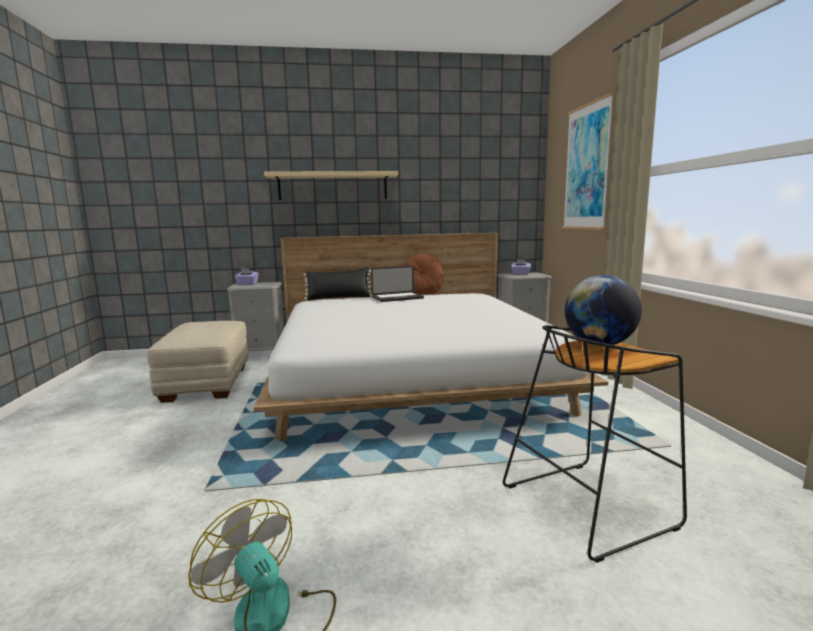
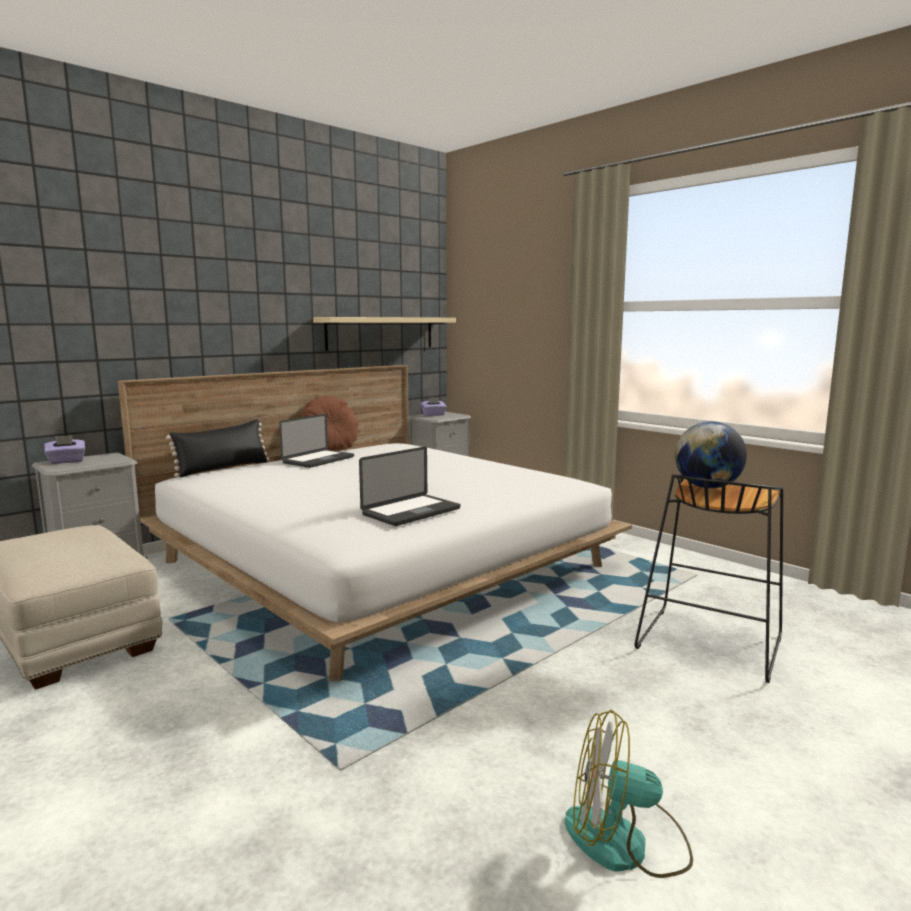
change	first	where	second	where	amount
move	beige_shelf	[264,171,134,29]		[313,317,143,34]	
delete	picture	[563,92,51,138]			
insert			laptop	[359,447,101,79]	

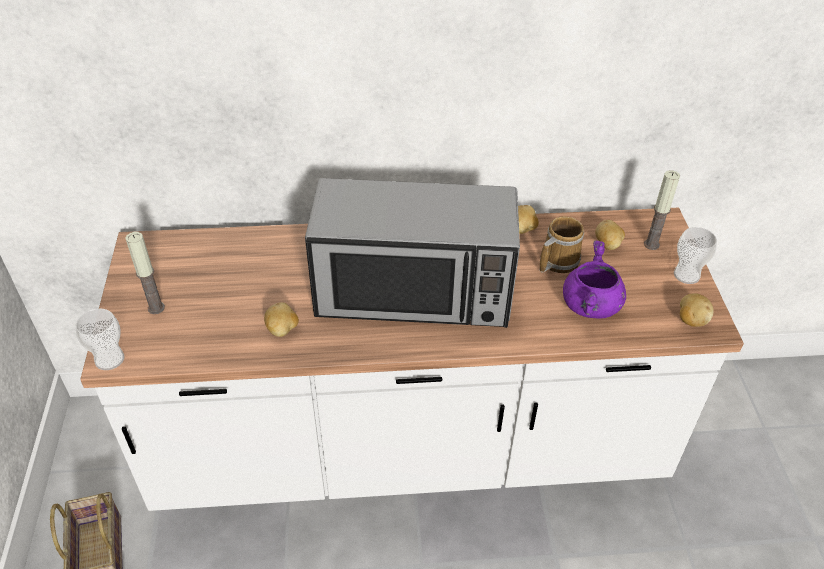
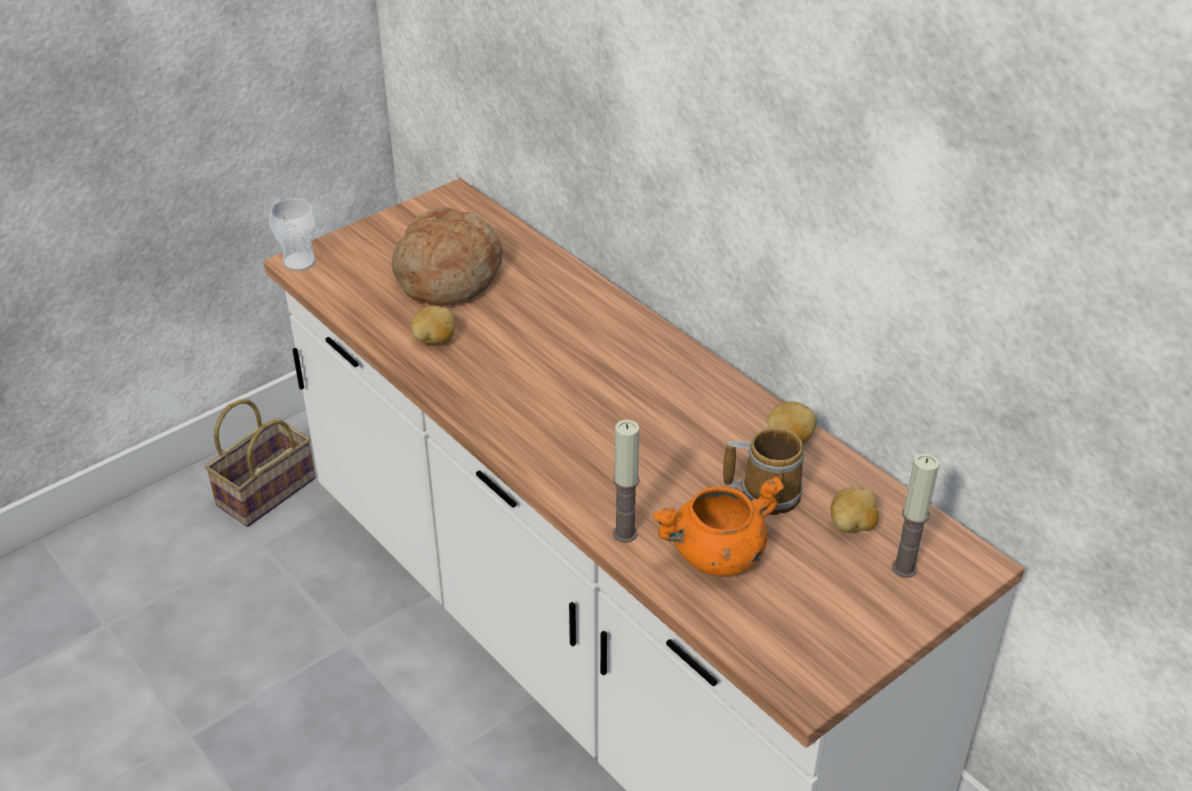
change	first	where	second	where	amount
move	candle	[126,232,39,82]		[613,420,26,123]	
delete	microwave	[305,178,215,150]			
recolor	purple_cooking_pot	[563,240,63,79]	orange_cooking_pot	[653,476,131,100]	
delete	cup	[674,227,43,57]			
delete	potato	[680,293,34,34]			
insert			bread	[391,207,112,99]	

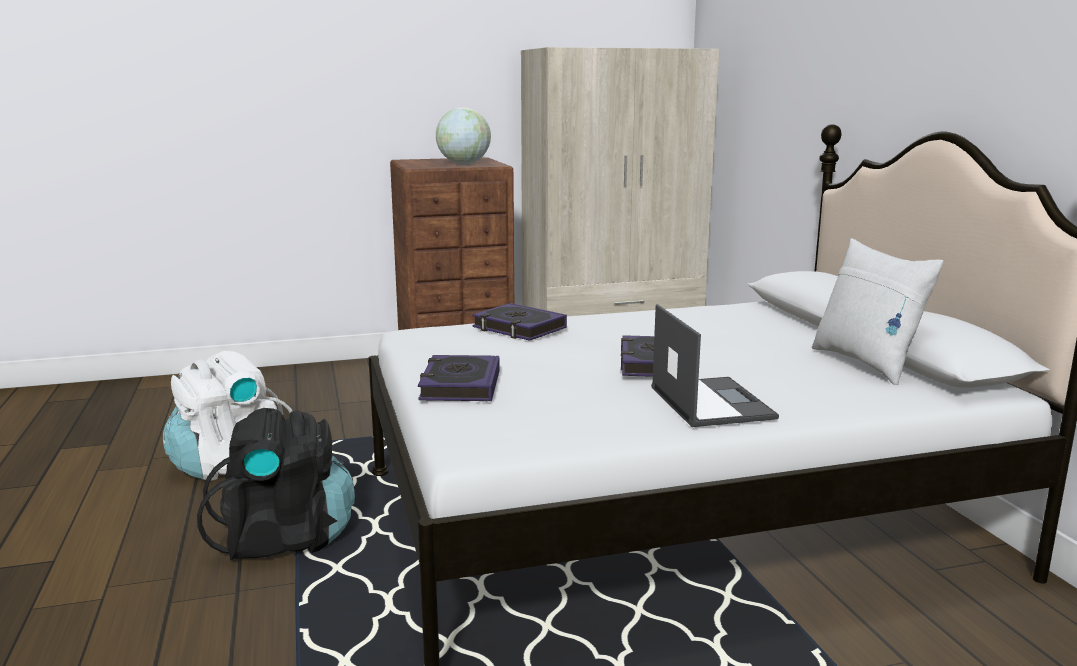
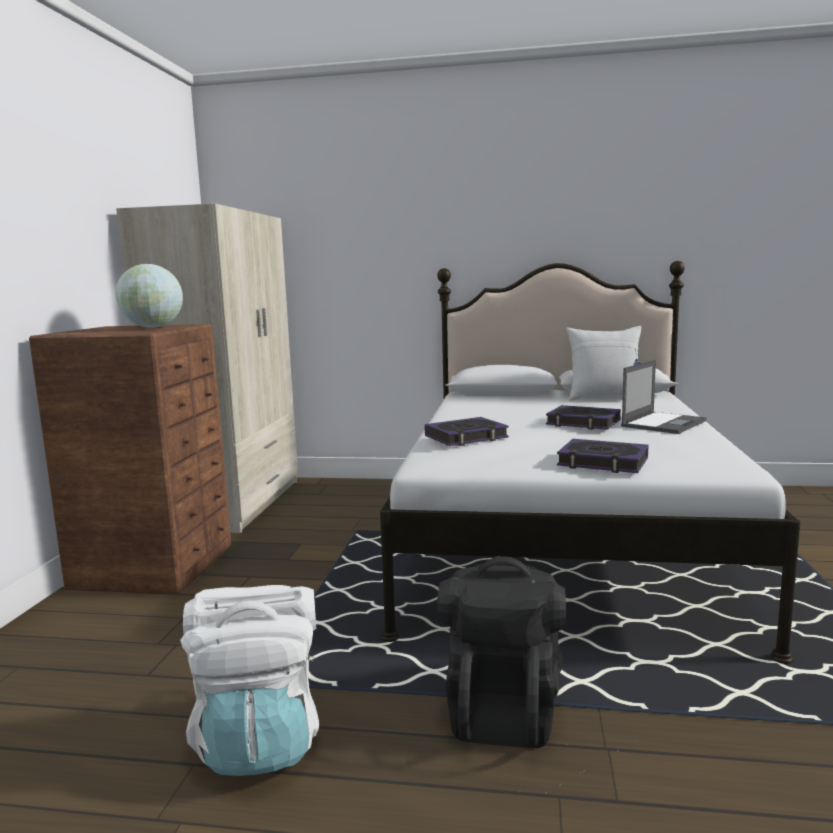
change	first	where	second	where	amount
rotate	laptop	[651,304,128,123]		[621,360,85,74]	120 degrees clockwise

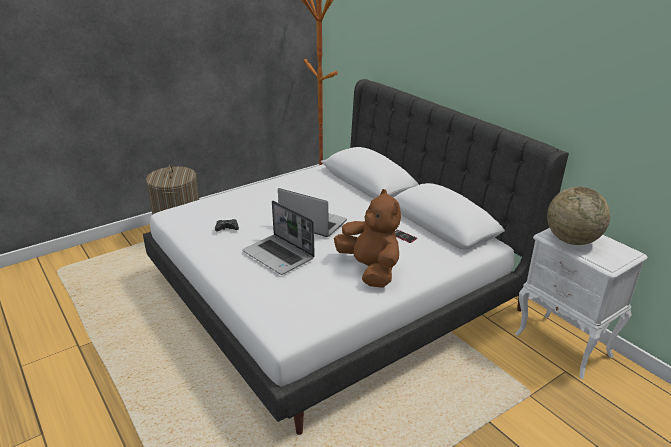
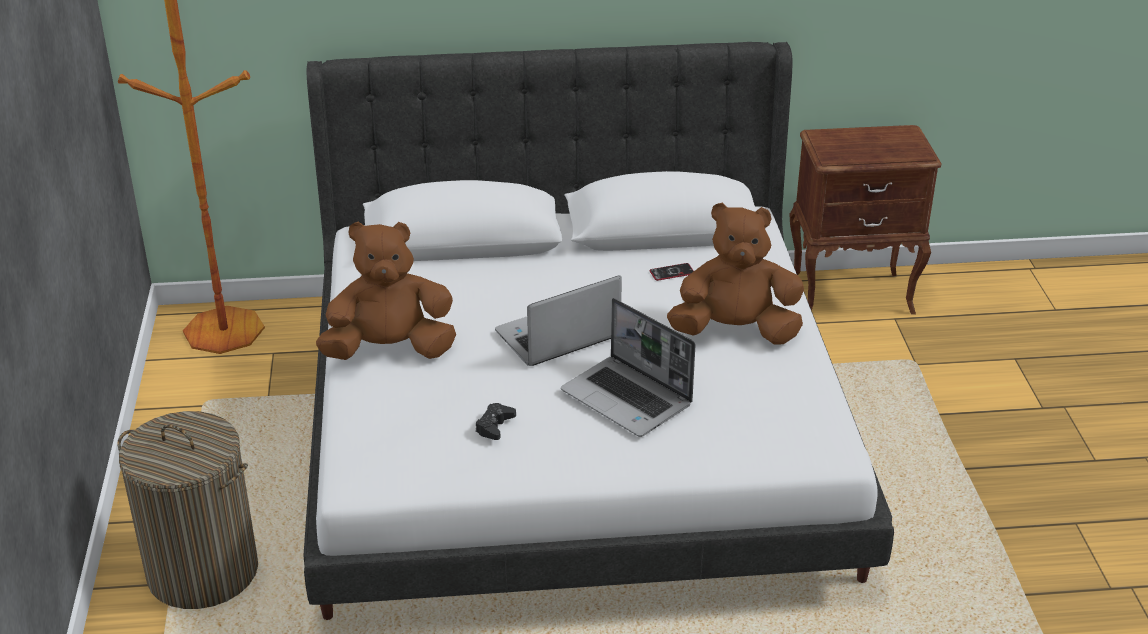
change	first	where	second	where	amount
rotate	laptop	[243,200,72,75]		[561,298,135,139]	60 degrees clockwise
recolor	white_nightstand	[515,228,132,151]	brown_nightstand	[789,125,152,190]	
delete	globe	[547,187,63,58]			
insert			brown_plush_toy	[316,222,140,138]	

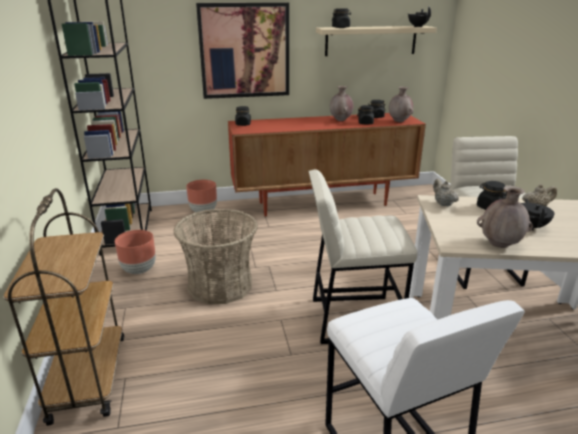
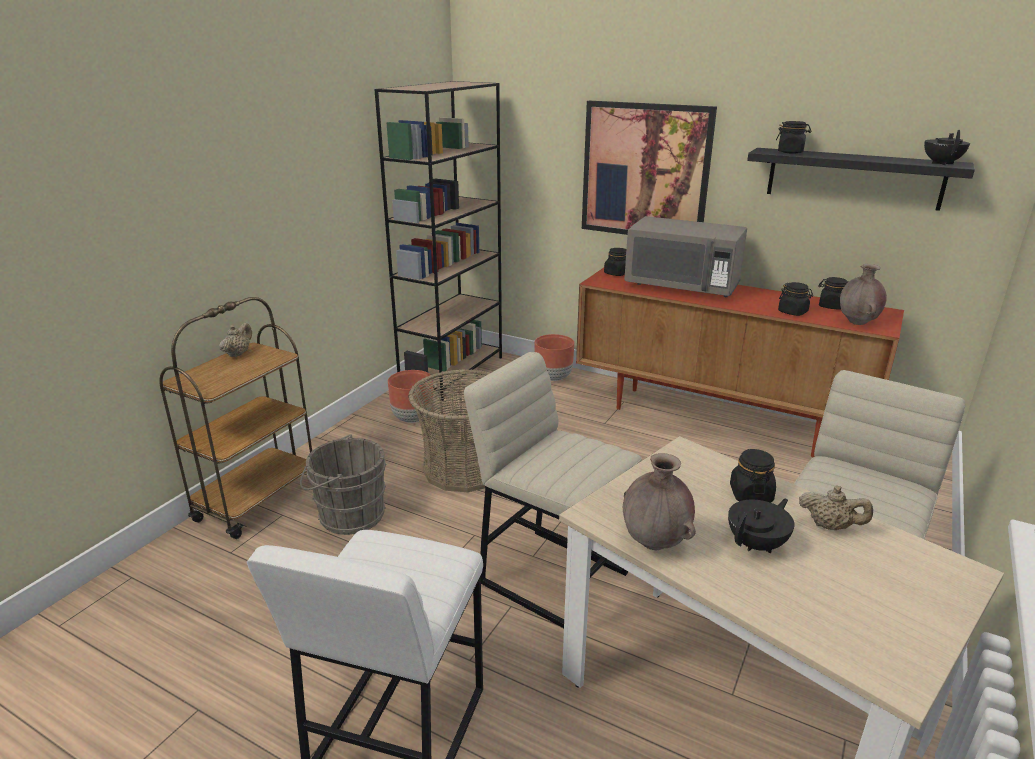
change	first	where	second	where	amount
recolor	beige_shelf	[316,26,121,30]	black_shelf	[747,148,228,63]	
delete	brown_vase	[330,86,23,35]			
move	beige_teapot	[433,179,26,28]		[219,323,33,34]	
insert			grey_bucket	[300,434,87,101]	
insert			grey_microwave	[624,216,123,81]	

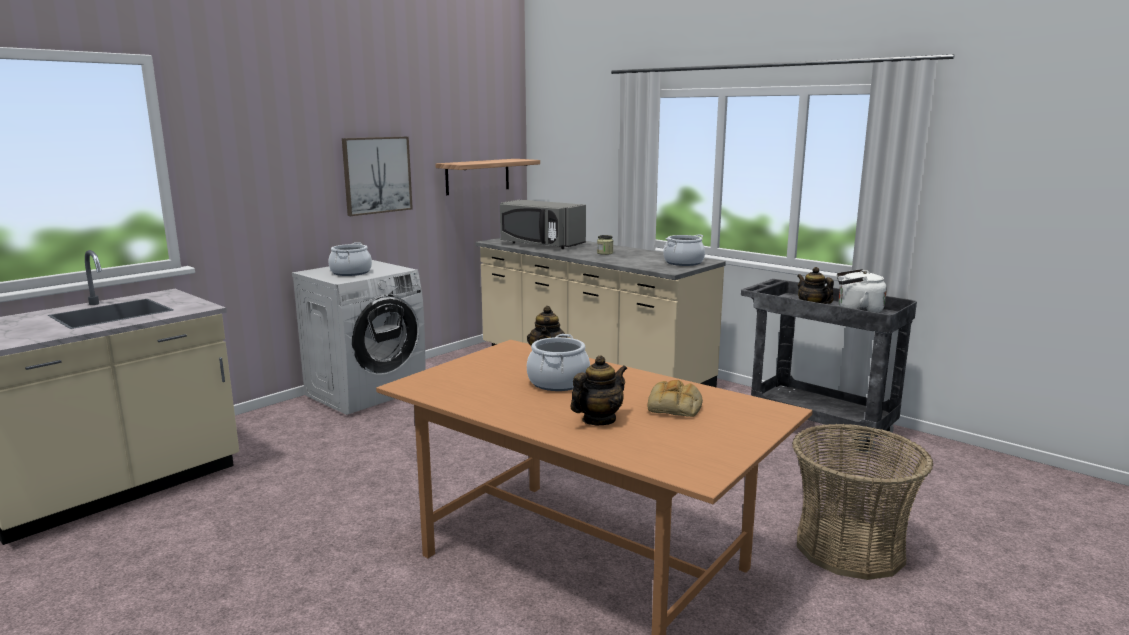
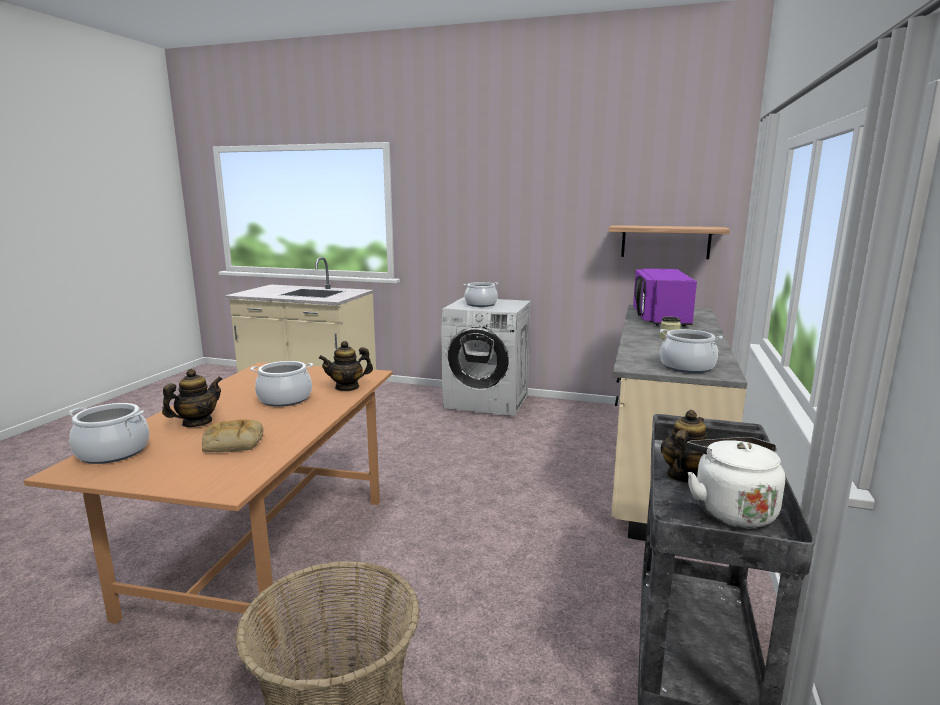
change	first	where	second	where	amount
delete	picture	[342,137,71,79]			
recolor	grey_microwave	[500,200,86,49]	purple_microwave	[633,268,64,59]	
rotate	teapot	[570,355,57,70]		[162,369,60,58]	75 degrees counterclockwise
insert			cooking_pot	[68,403,81,61]	

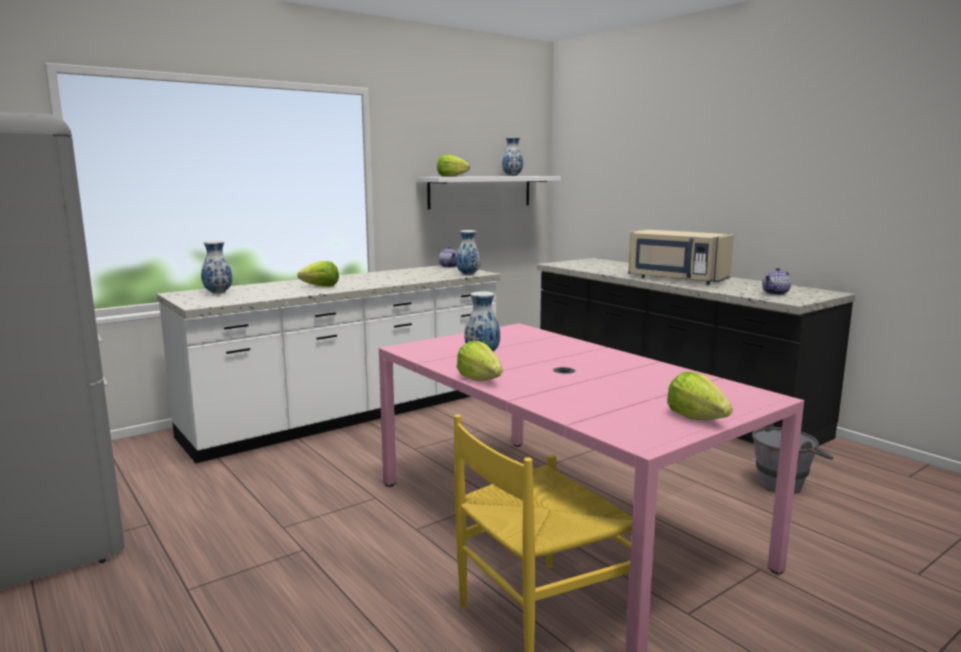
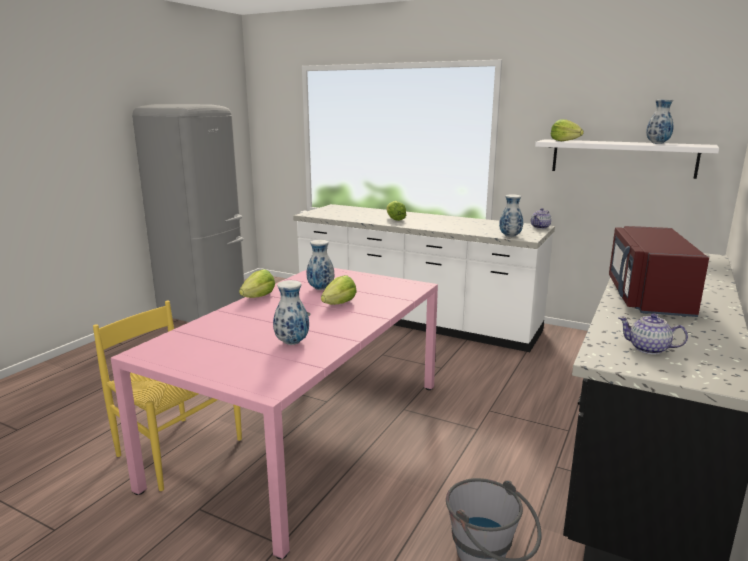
change	first	where	second	where	amount
move	vase	[201,241,31,53]		[273,280,36,65]	
recolor	beige_microwave	[628,229,106,56]	red_microwave	[609,226,100,91]	
move	lettuce	[667,372,66,48]		[321,275,36,30]	

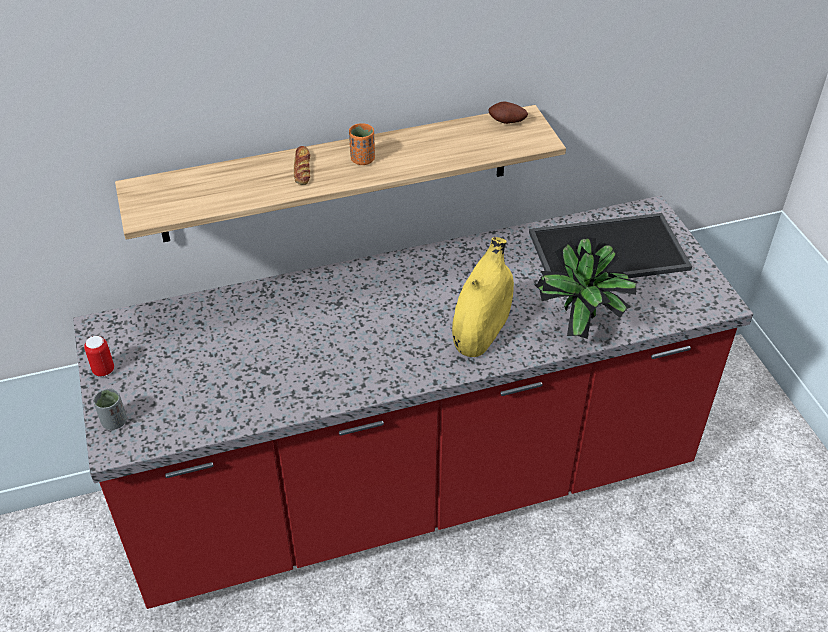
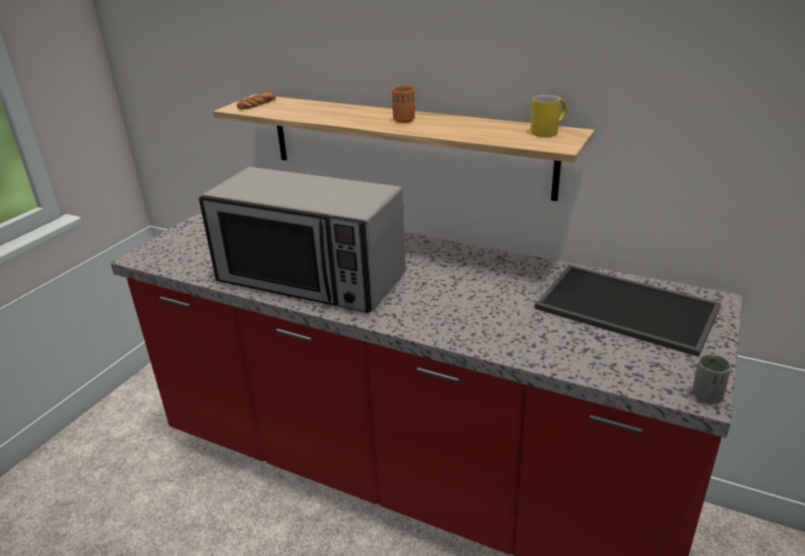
change	first	where	second	where	amount
delete	can	[84,336,30,41]			
move	grey_cup	[93,389,34,41]		[692,354,39,50]	
move	bread	[294,146,16,39]		[237,92,39,18]	
delete	yellow_vase	[452,237,62,120]			
replace	potato	[488,102,40,22]	yellow_mug	[530,95,37,42]	
delete	potted_plant	[535,237,103,102]			
insert			microwave	[199,167,207,146]	

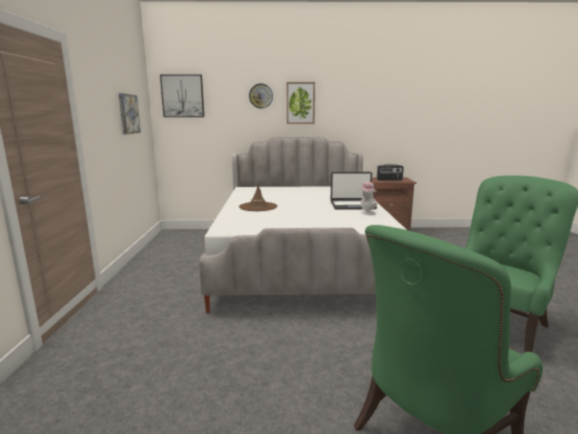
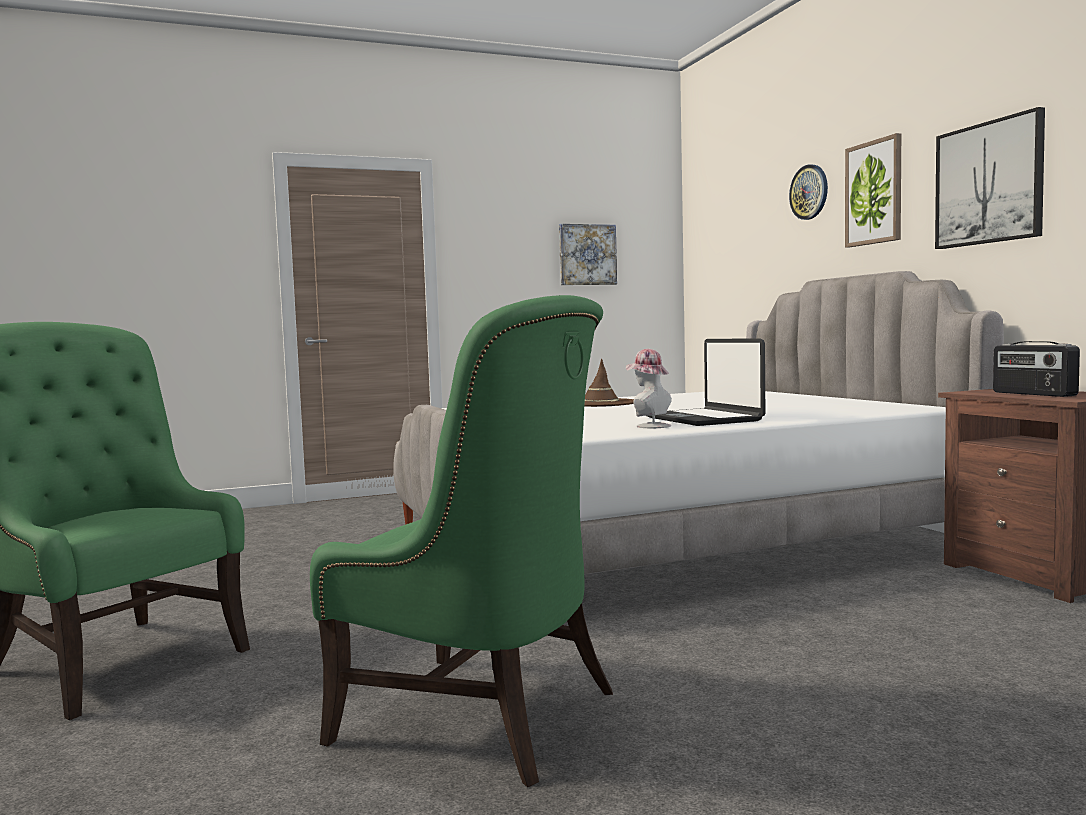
change	first	where	second	where	amount
move	picture	[160,74,44,43]		[935,107,110,142]	

